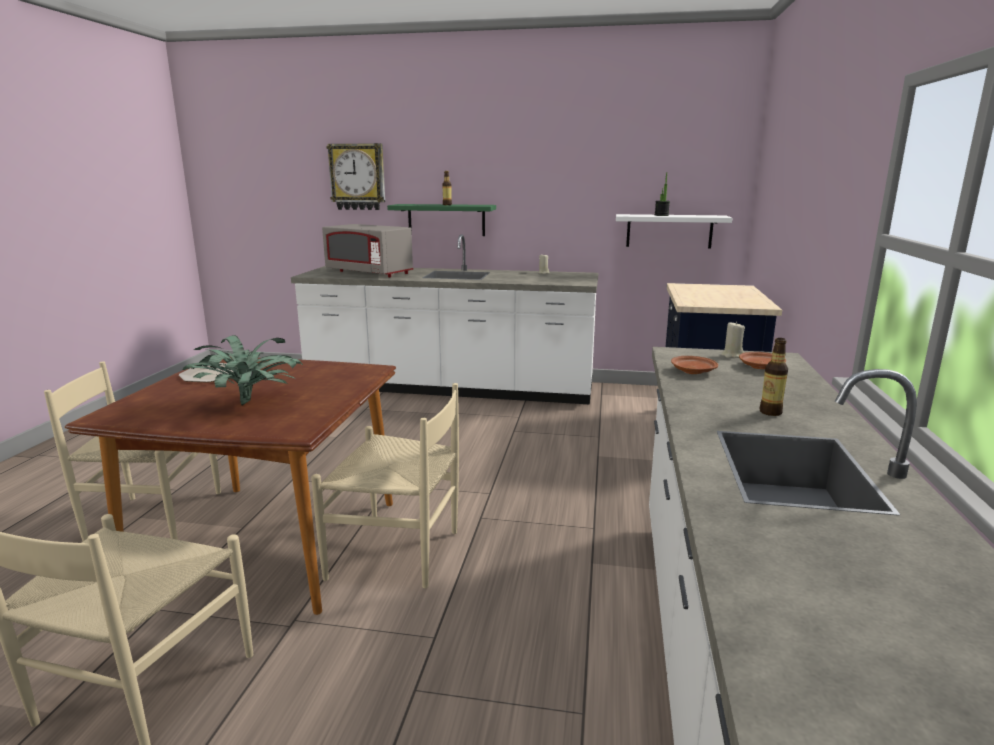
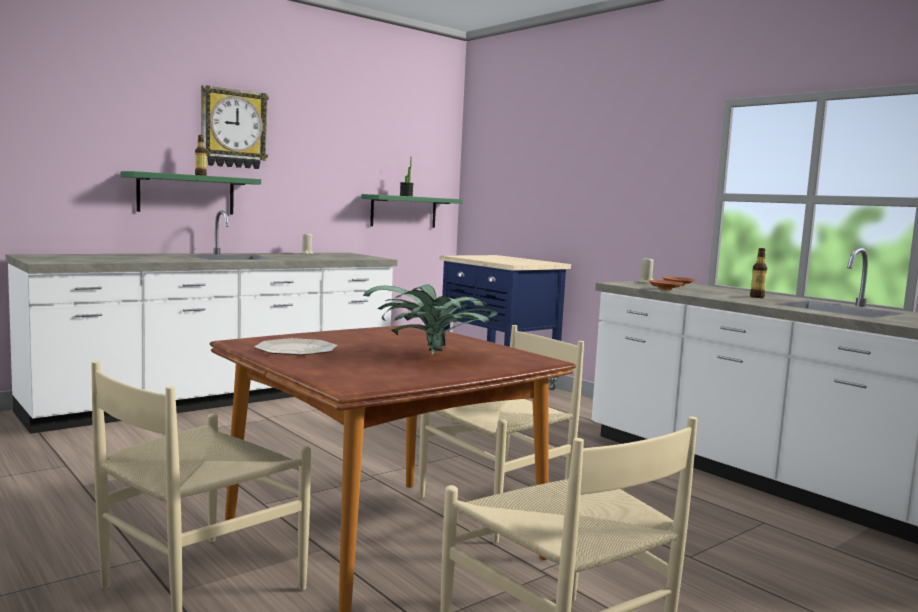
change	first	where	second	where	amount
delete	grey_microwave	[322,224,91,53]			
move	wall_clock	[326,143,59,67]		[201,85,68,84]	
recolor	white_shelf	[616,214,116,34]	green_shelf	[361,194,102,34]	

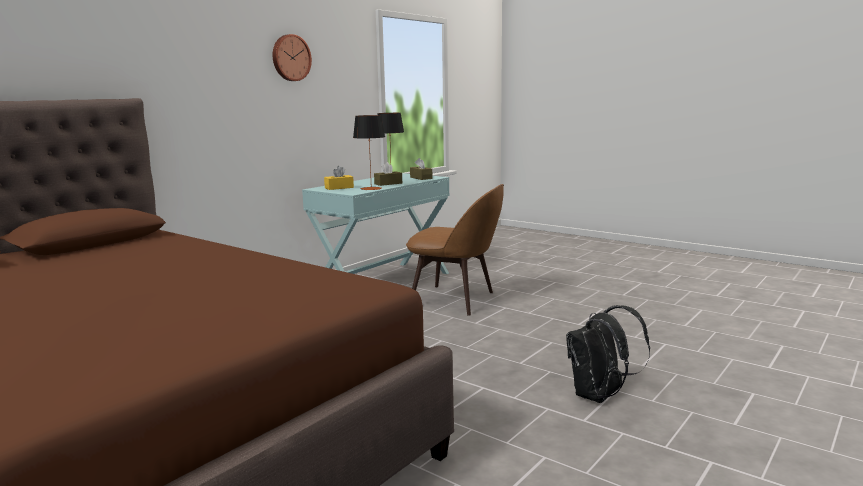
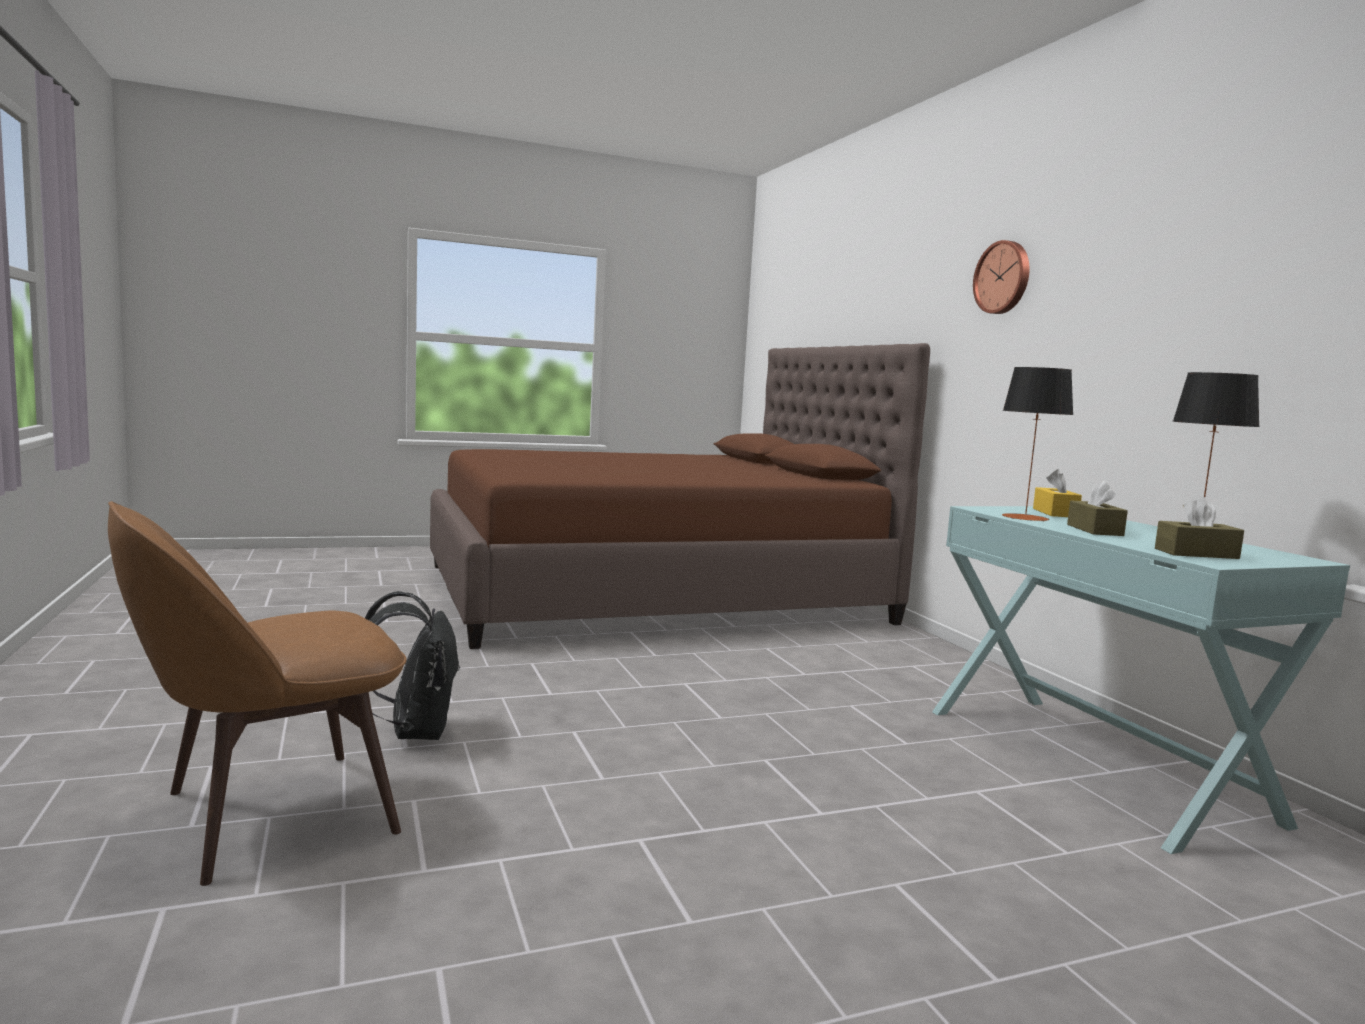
change	first	where	second	where	amount
move	wall_clock	[273,34,39,47]		[973,240,56,74]	
move	brown_chair	[406,184,98,132]		[108,501,299,385]	

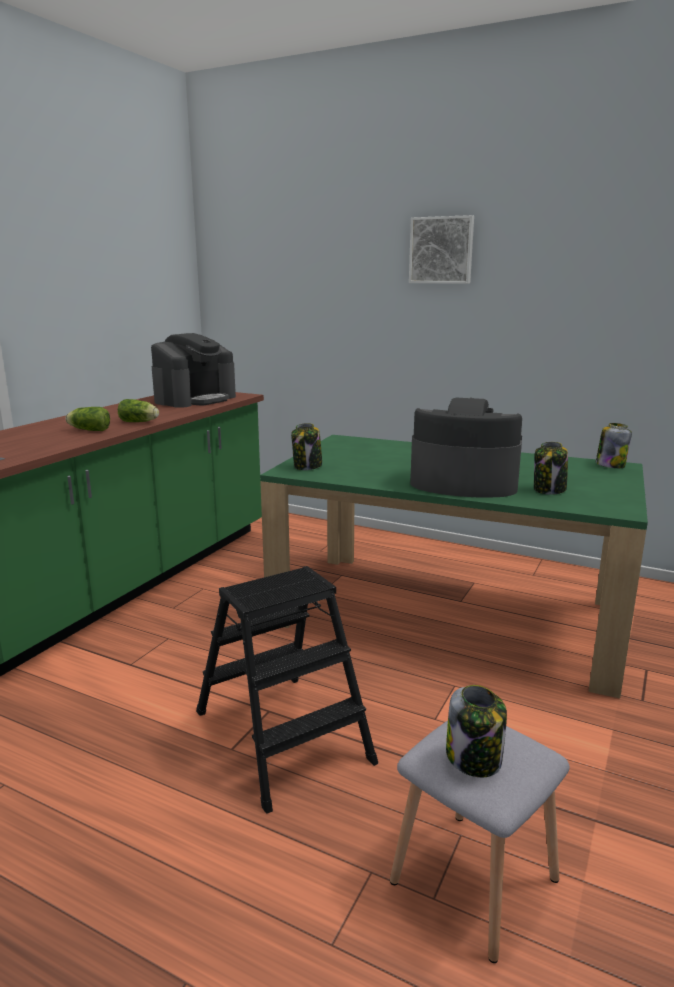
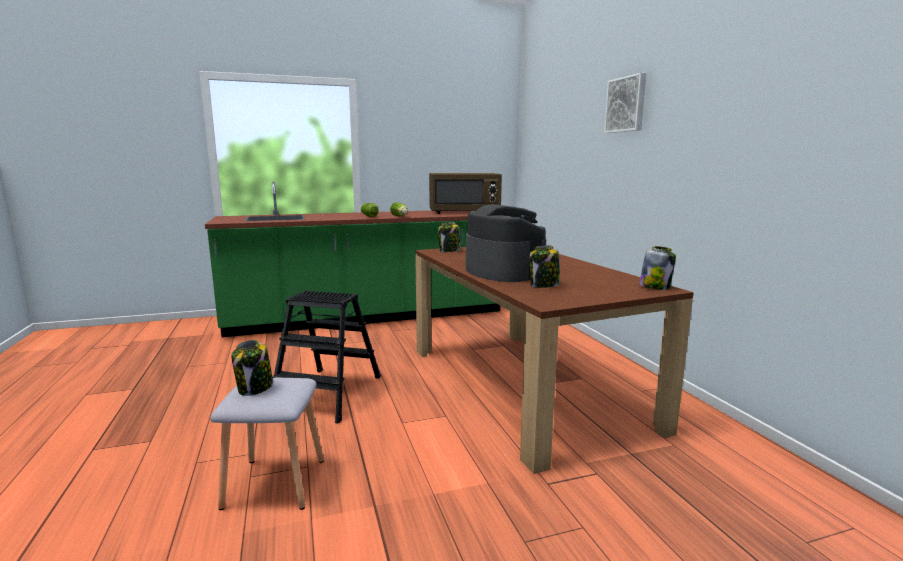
change	first	where	second	where	amount
replace	coffee_machine	[151,333,85,75]	brown_microwave	[429,173,73,41]	
recolor	green_dining_table	[260,435,388,263]	brown_dining_table	[415,247,279,227]	

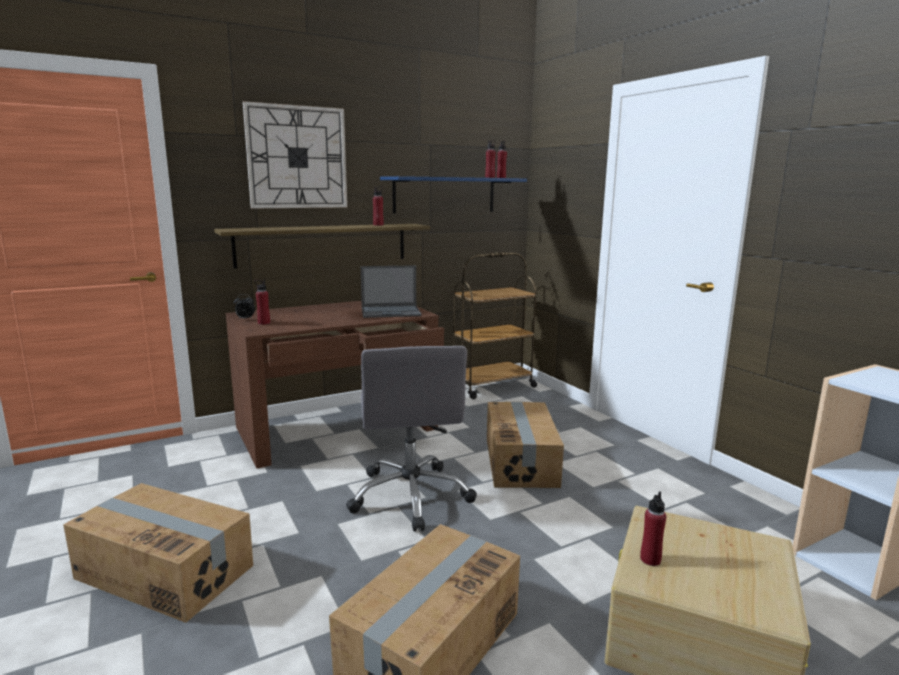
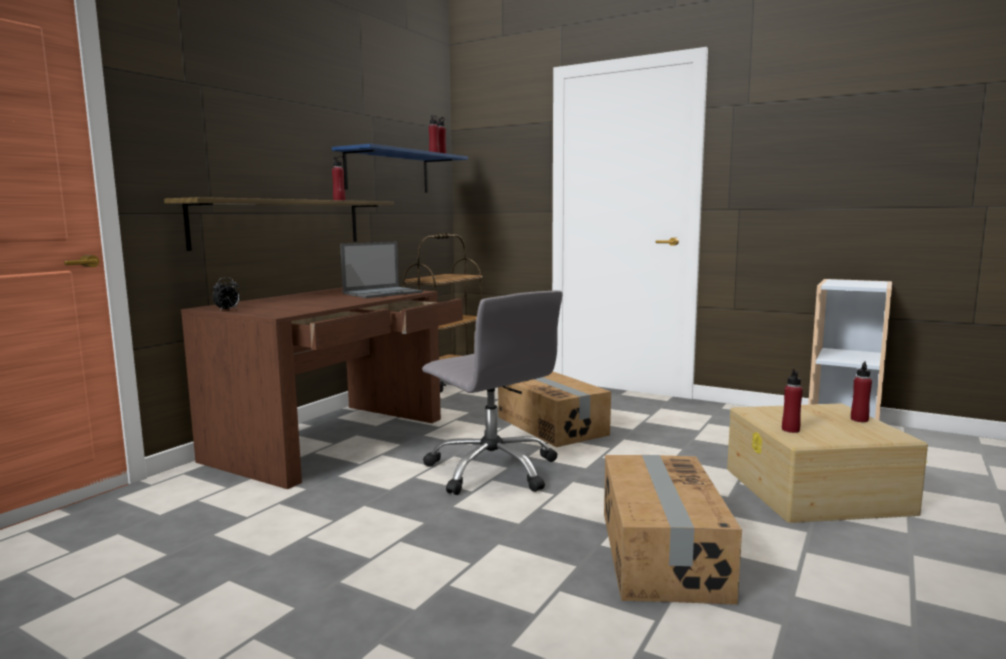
change	first	where	second	where	amount
delete	cardboard_box	[63,483,190,140]			
delete	wall_clock	[243,101,104,108]			
move	red_bottle	[254,280,16,45]		[851,362,21,60]	

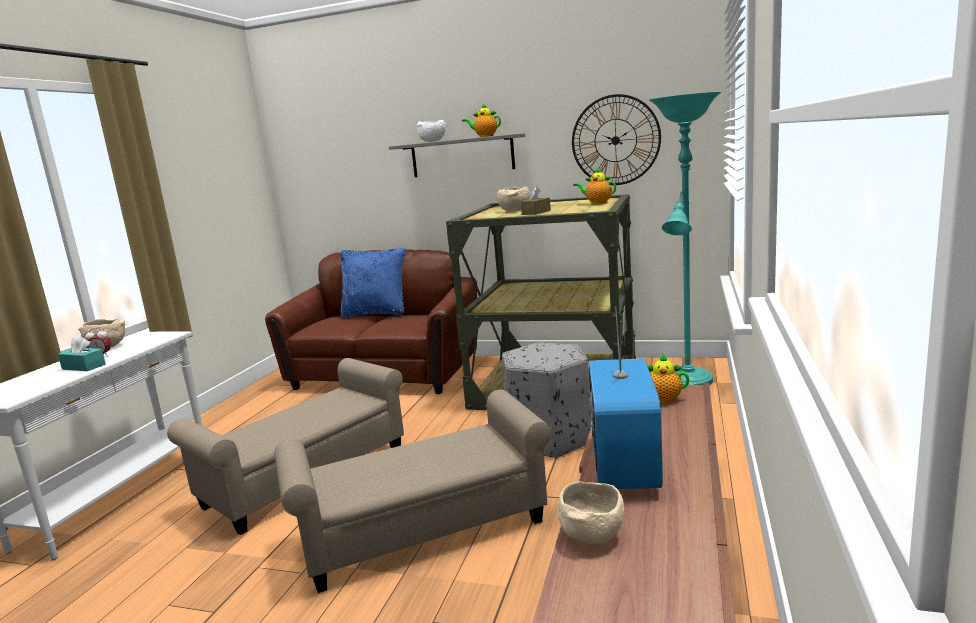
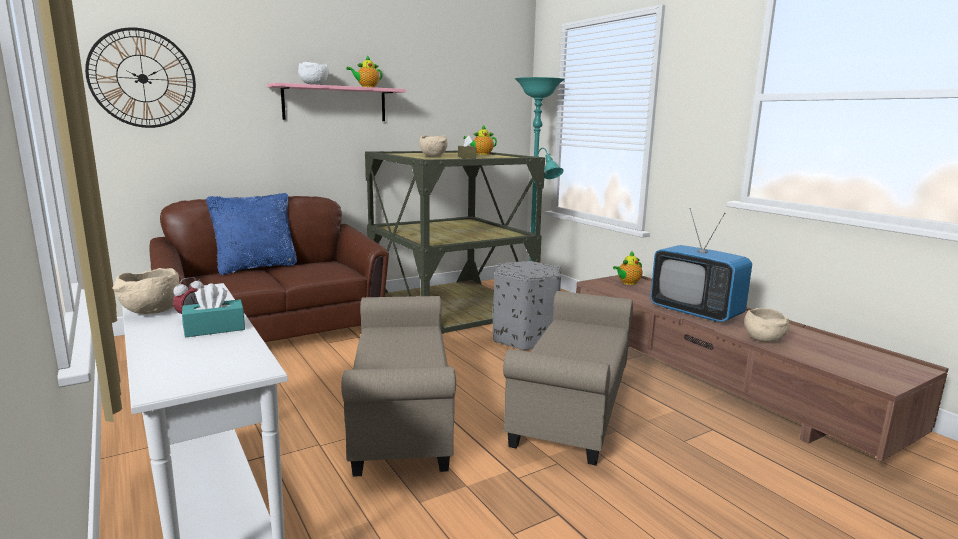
change	first	where	second	where	amount
recolor	grey_shelf	[389,134,136,43]	pink_shelf	[267,83,139,38]	
move	wall_clock	[572,94,89,91]		[85,27,111,101]	

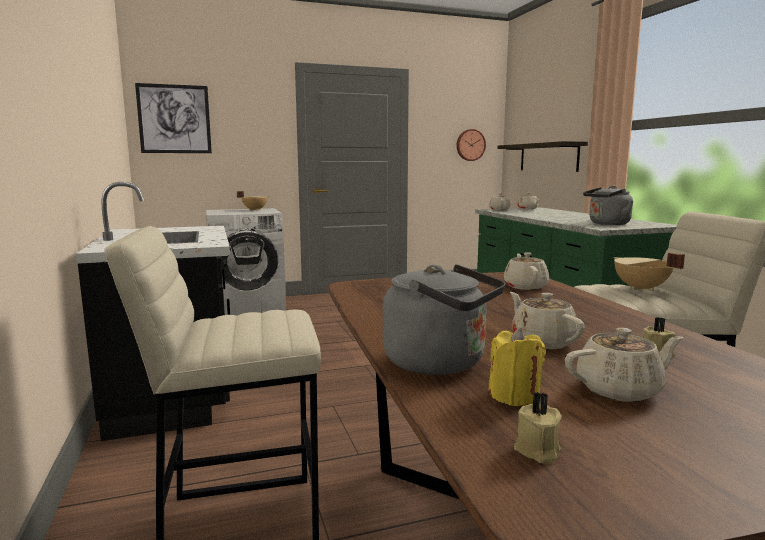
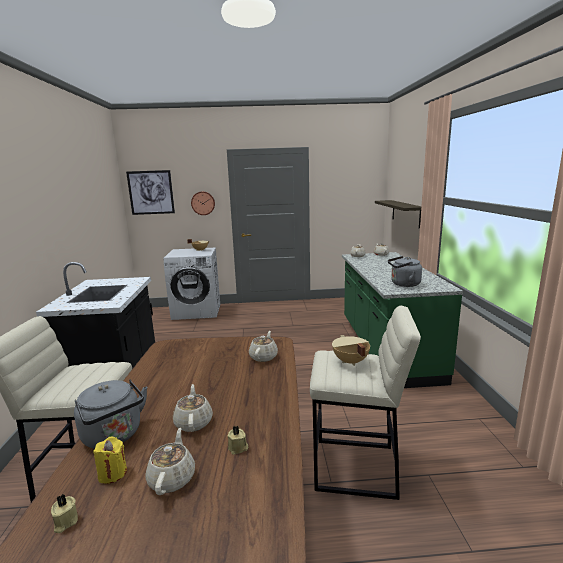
change	first	where	second	where	amount
move	wall_clock	[456,129,30,32]		[191,191,24,24]	
rotate	beige_teapot	[565,327,118,75]		[145,428,50,67]	90 degrees counterclockwise

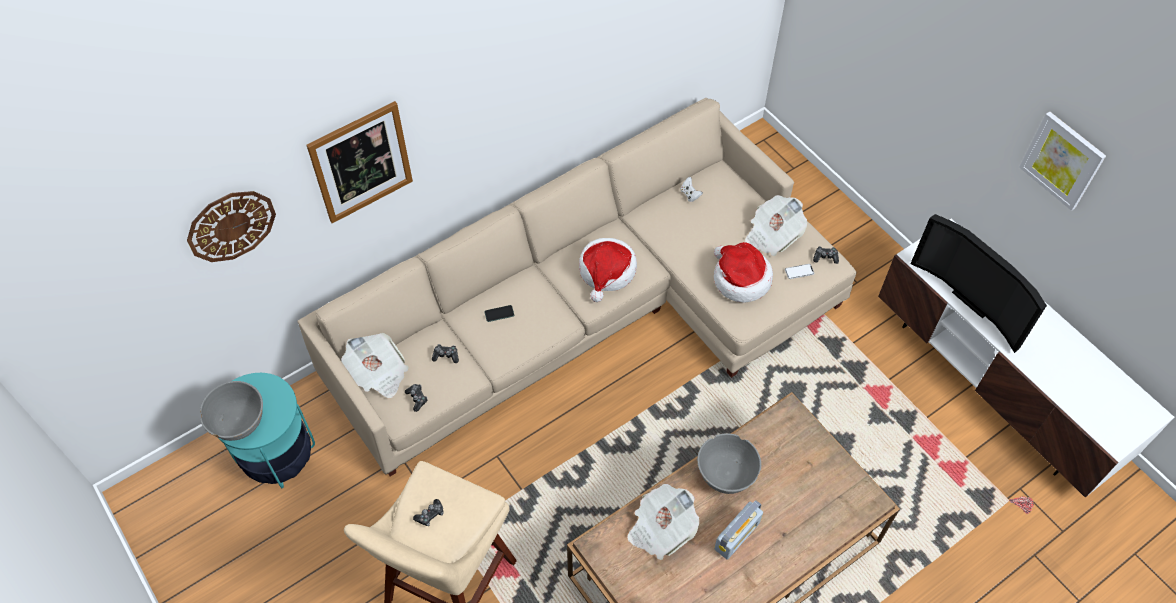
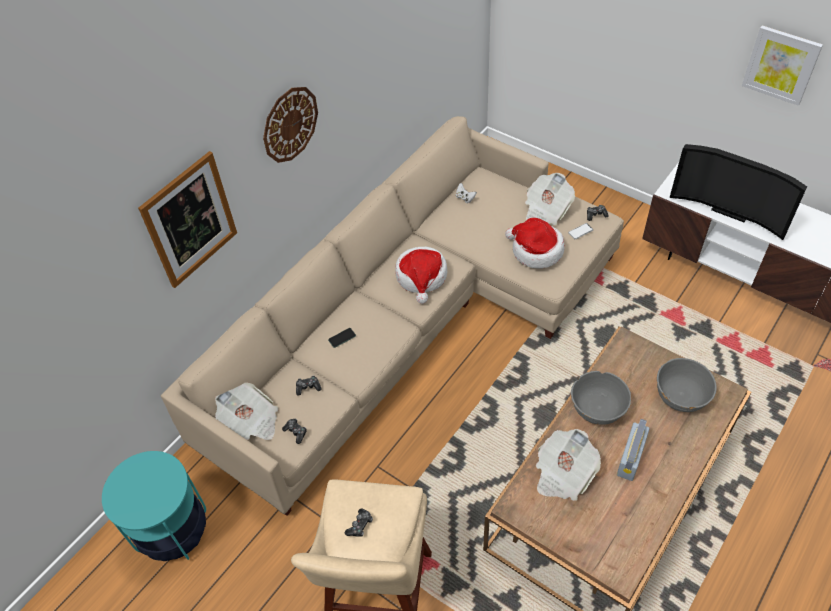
change	first	where	second	where	amount
move	wall_clock	[187,191,89,71]		[263,87,55,76]	
move	grey_bowl	[200,381,63,60]		[657,358,60,54]	

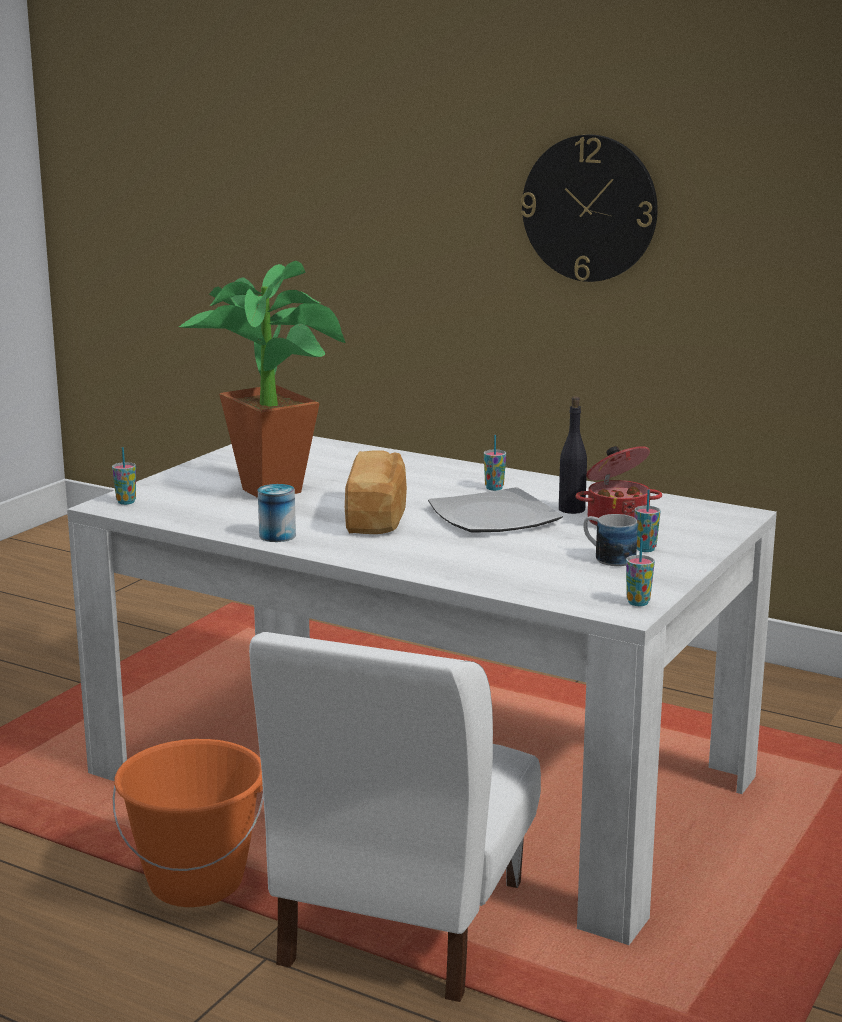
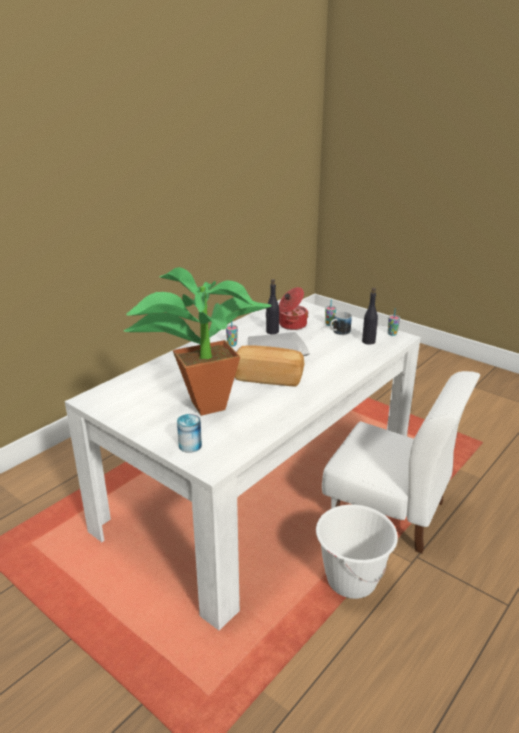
change	first	where	second	where	amount
delete	cup	[112,447,24,58]			
recolor	orange_bucket	[113,739,151,168]	white_bucket	[316,505,82,94]	
move	can	[258,484,38,58]		[177,414,25,39]	
delete	wall_clock	[521,135,137,147]			
insert			black_bottle	[362,288,16,57]	

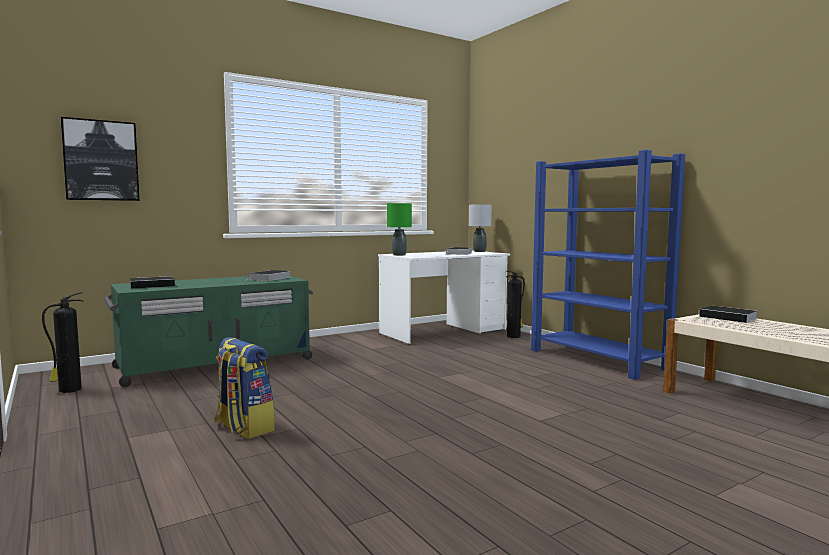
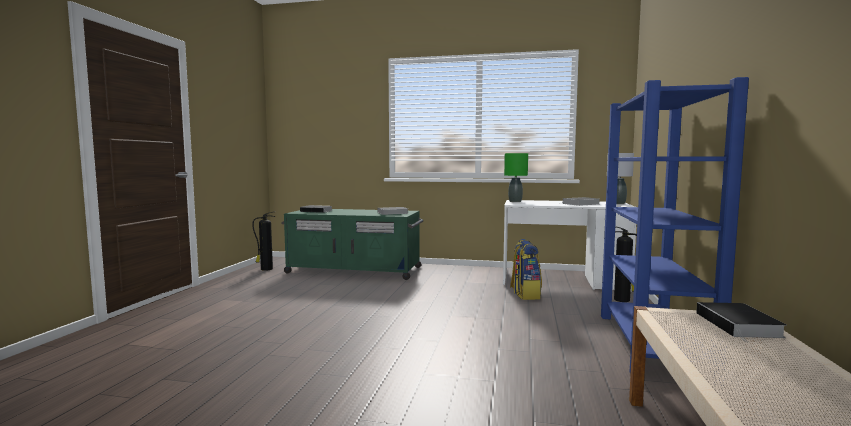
change	first	where	second	where	amount
delete	picture	[61,117,78,84]			
move	backpack	[215,337,60,102]		[510,239,32,61]	

